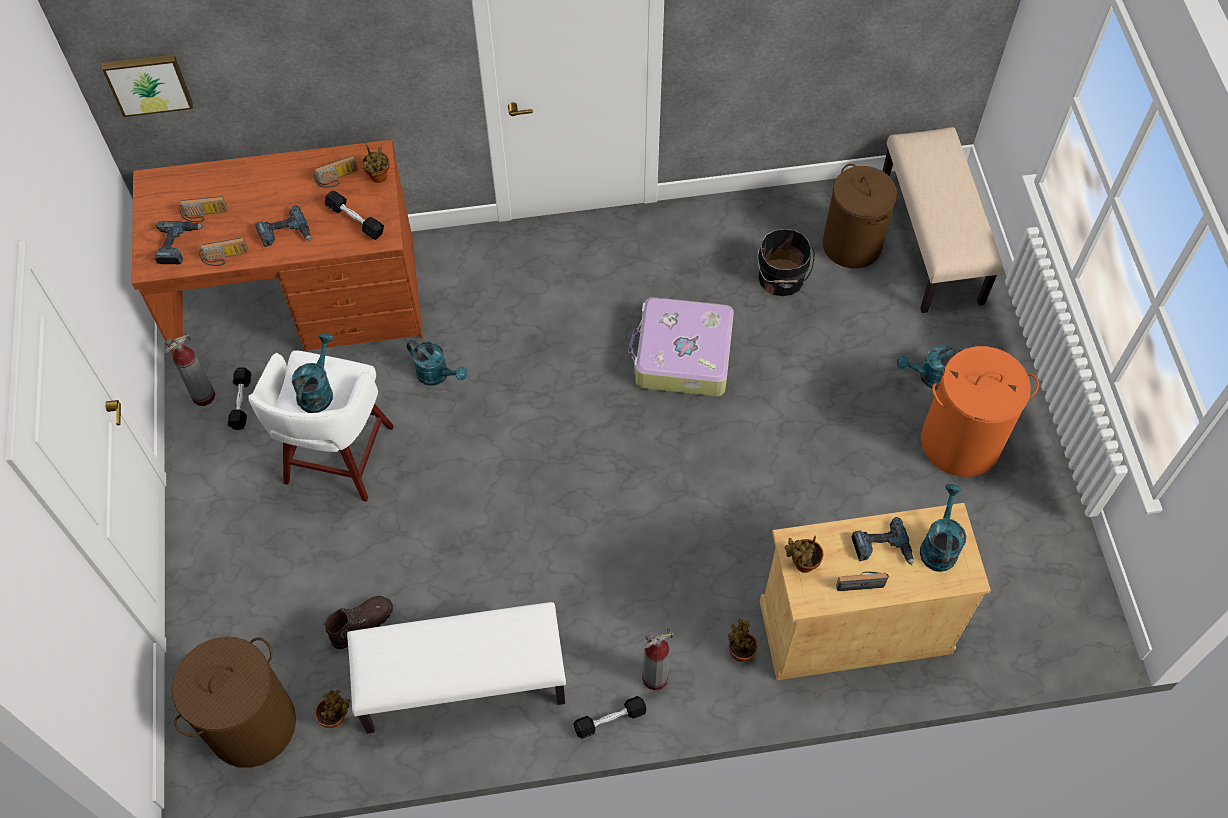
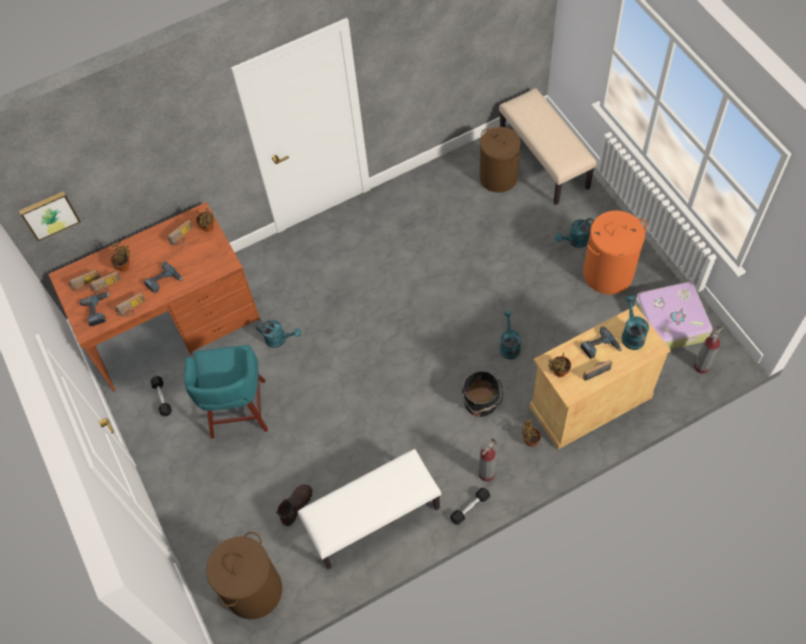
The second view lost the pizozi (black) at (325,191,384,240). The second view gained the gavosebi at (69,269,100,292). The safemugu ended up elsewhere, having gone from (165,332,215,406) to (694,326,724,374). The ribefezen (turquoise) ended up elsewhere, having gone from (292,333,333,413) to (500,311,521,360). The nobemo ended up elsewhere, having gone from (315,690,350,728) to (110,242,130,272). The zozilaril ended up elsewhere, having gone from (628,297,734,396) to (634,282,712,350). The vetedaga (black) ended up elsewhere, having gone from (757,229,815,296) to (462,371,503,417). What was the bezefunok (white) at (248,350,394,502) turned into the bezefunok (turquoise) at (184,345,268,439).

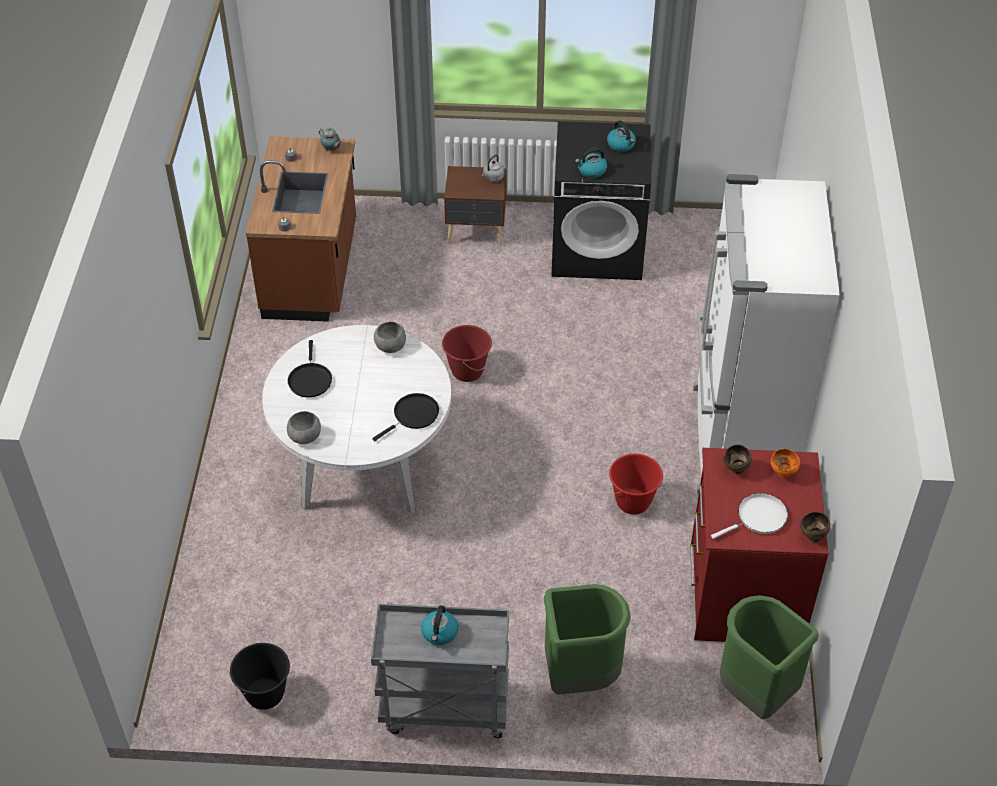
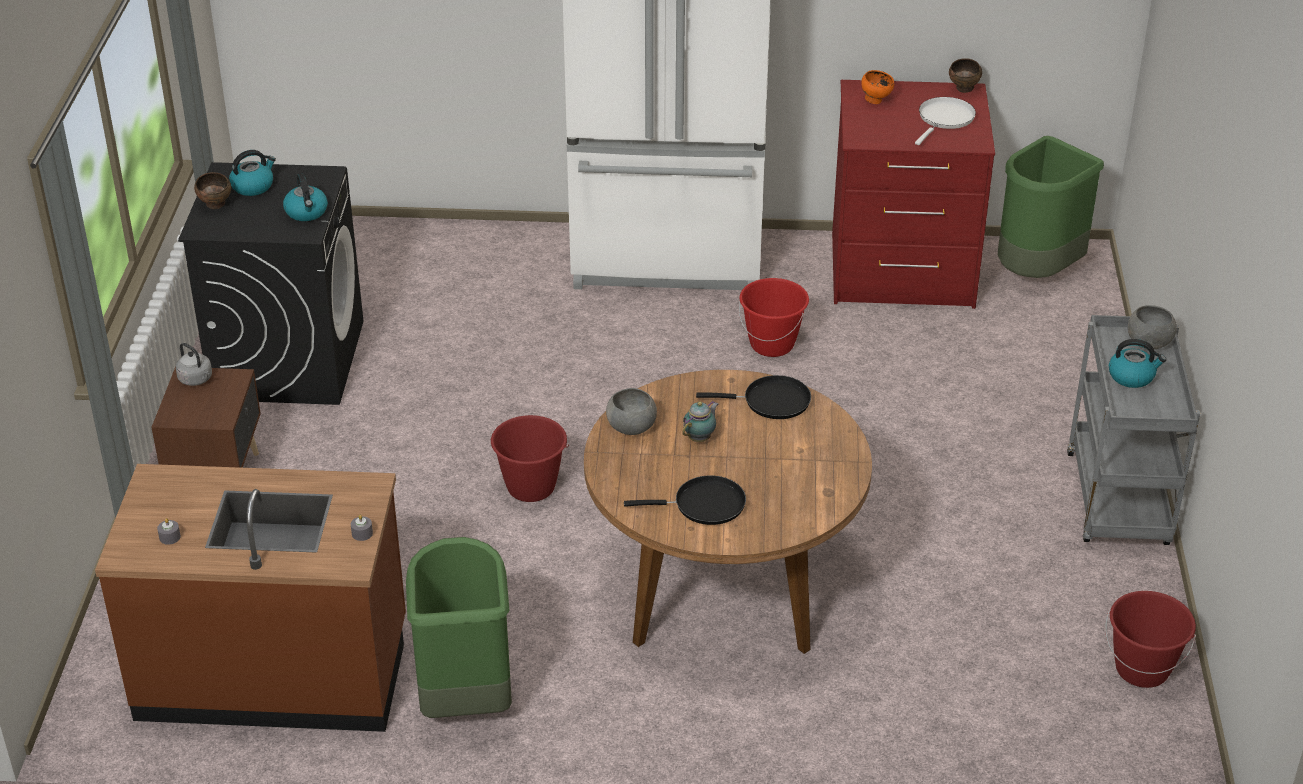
The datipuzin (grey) ended up elsewhere, having gone from (287,411,321,444) to (1128,305,1177,349). The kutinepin ended up elsewhere, having gone from (319,128,343,151) to (682,401,718,442). The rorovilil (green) ended up elsewhere, having gone from (544,584,631,695) to (406,537,512,718). The datipuzin (brown) ended up elsewhere, having gone from (723,445,752,474) to (194,172,231,209). What was the vetedaga (black) at (230,643,290,710) turned into the vetedaga (red) at (1105,591,1196,688). What was the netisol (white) at (262,325,451,514) turned into the netisol (brown) at (584,370,872,654). The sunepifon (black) at (372,393,439,441) ended up facing another way, 135 degrees clockwise from before. The sunepifon (white) at (711,493,788,539) ended up facing another way, 60 degrees clockwise from before.

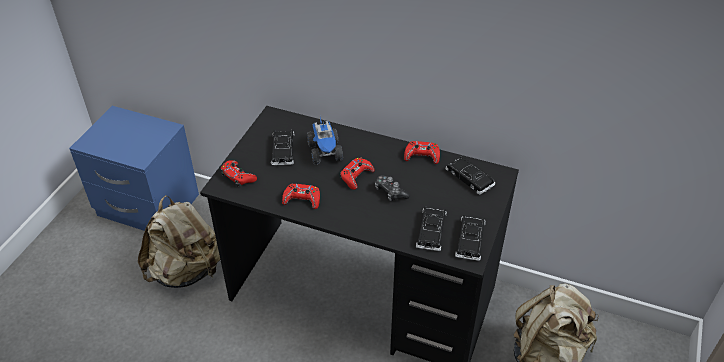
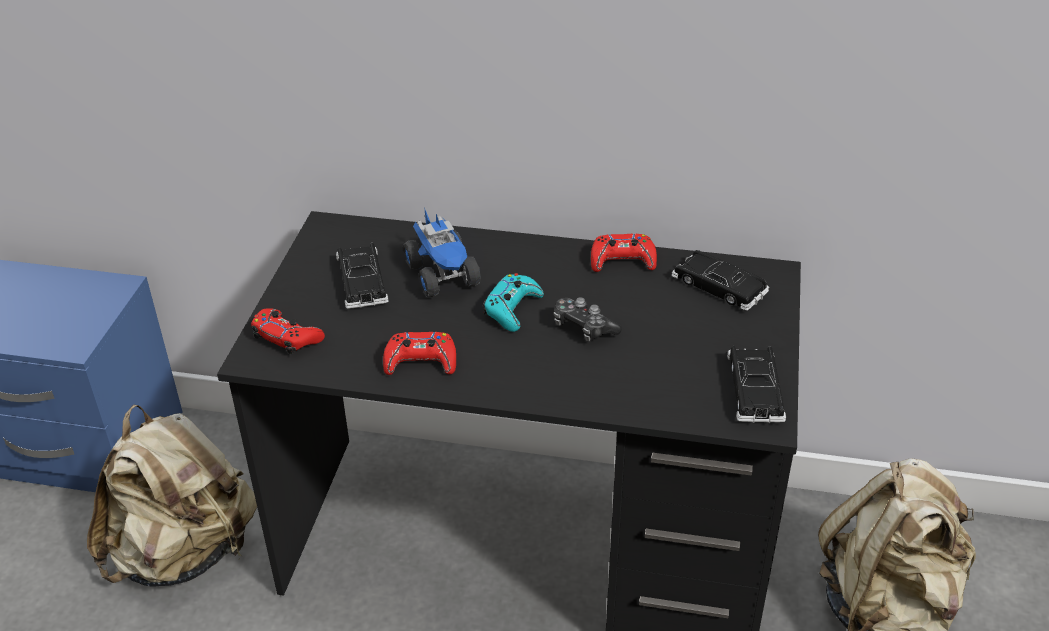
The second view lost the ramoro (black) at (416,206,447,251). What was the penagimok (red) at (340,158,375,190) turned into the penagimok (turquoise) at (483,273,544,332).

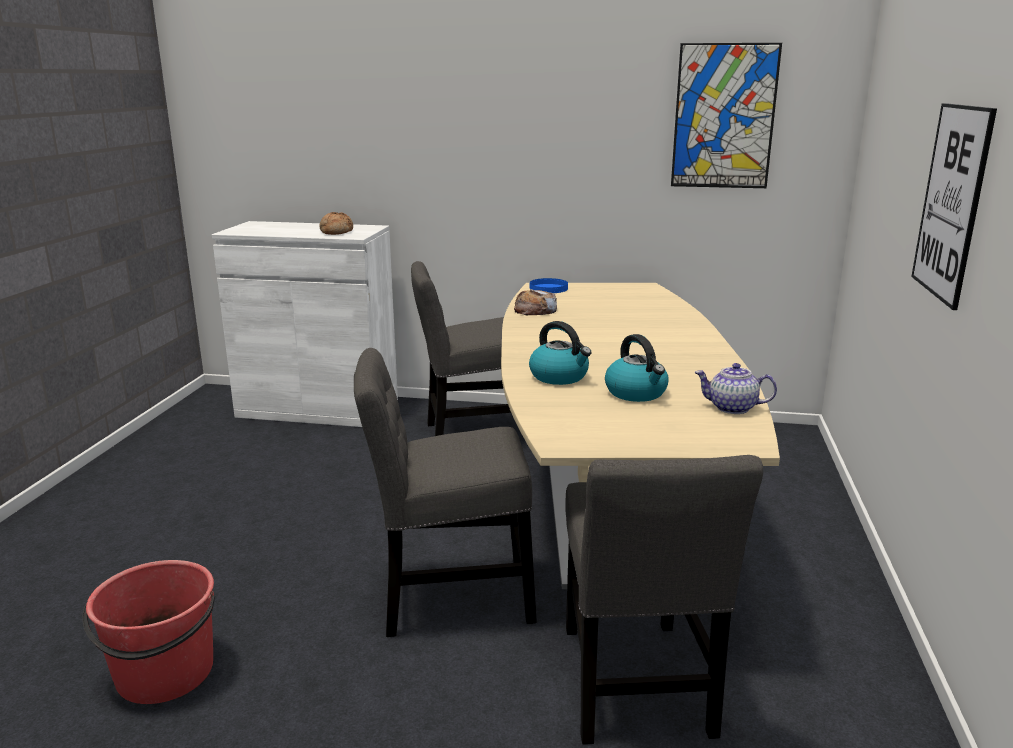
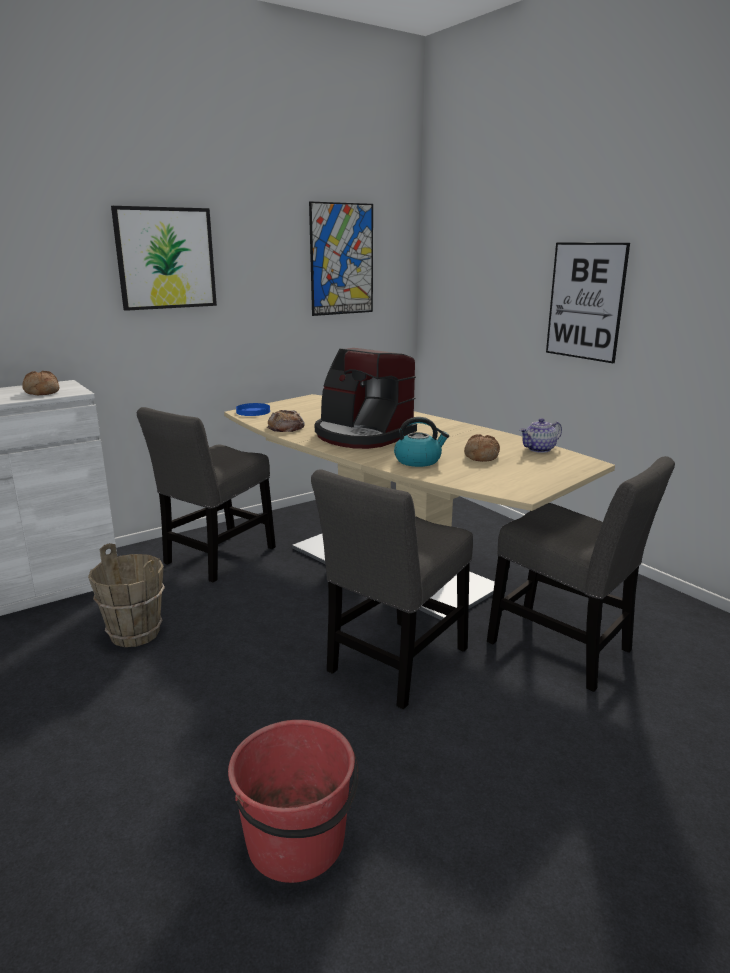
The second view gained the vetedaga (brown) at (88,543,165,647). The second view gained the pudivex at (111,206,217,311). The second view gained the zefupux at (315,348,417,449). Where the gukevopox stood at (605,334,668,402), the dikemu came to stand at (464,434,500,462).

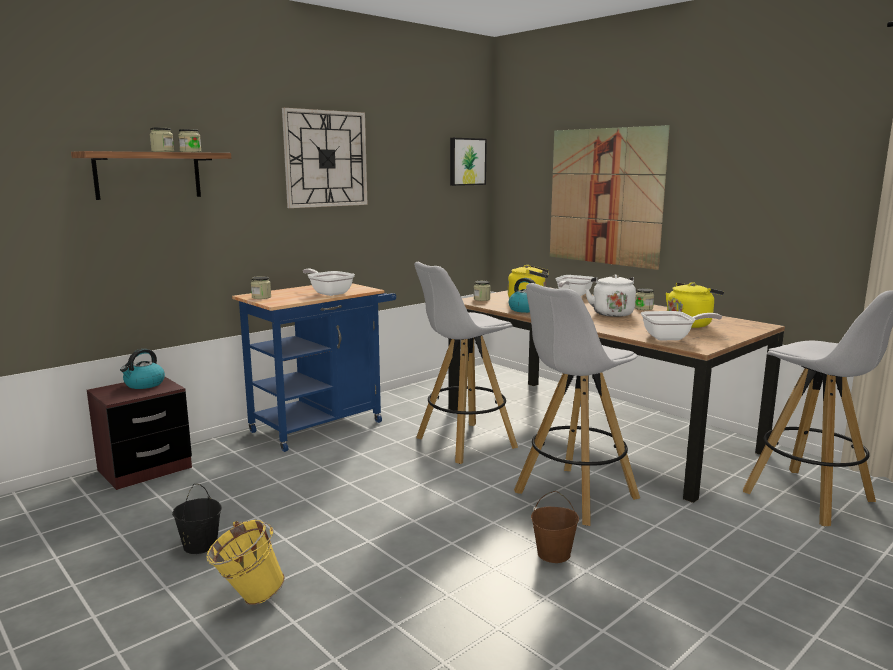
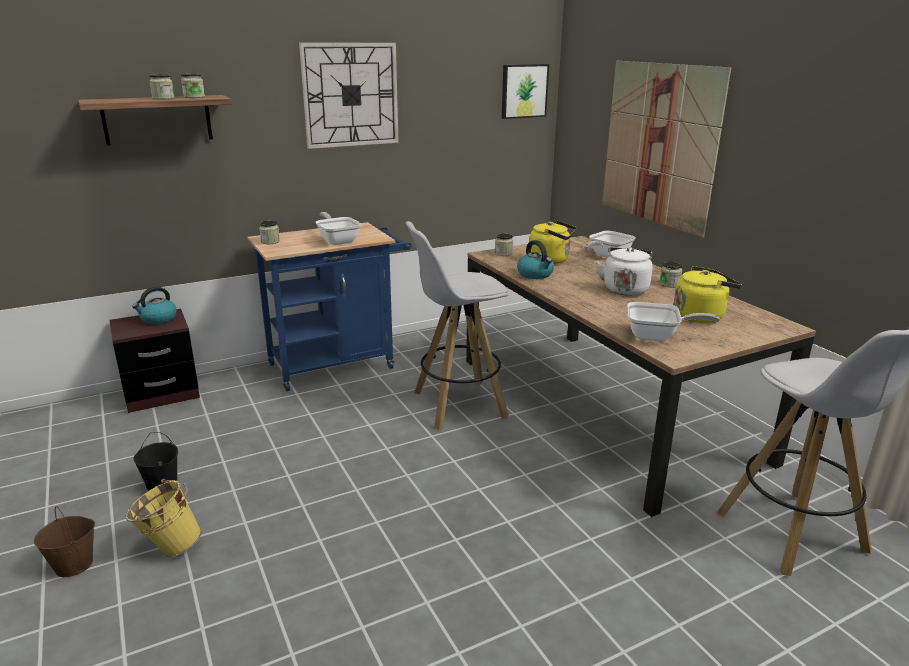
The second view lost the bezefunok (white) at (514,283,640,526). The vetedaga (brown) ended up elsewhere, having gone from (531,491,579,563) to (34,506,95,577).

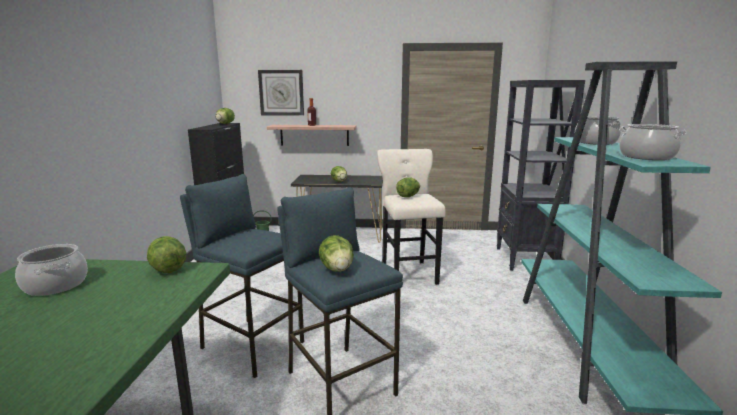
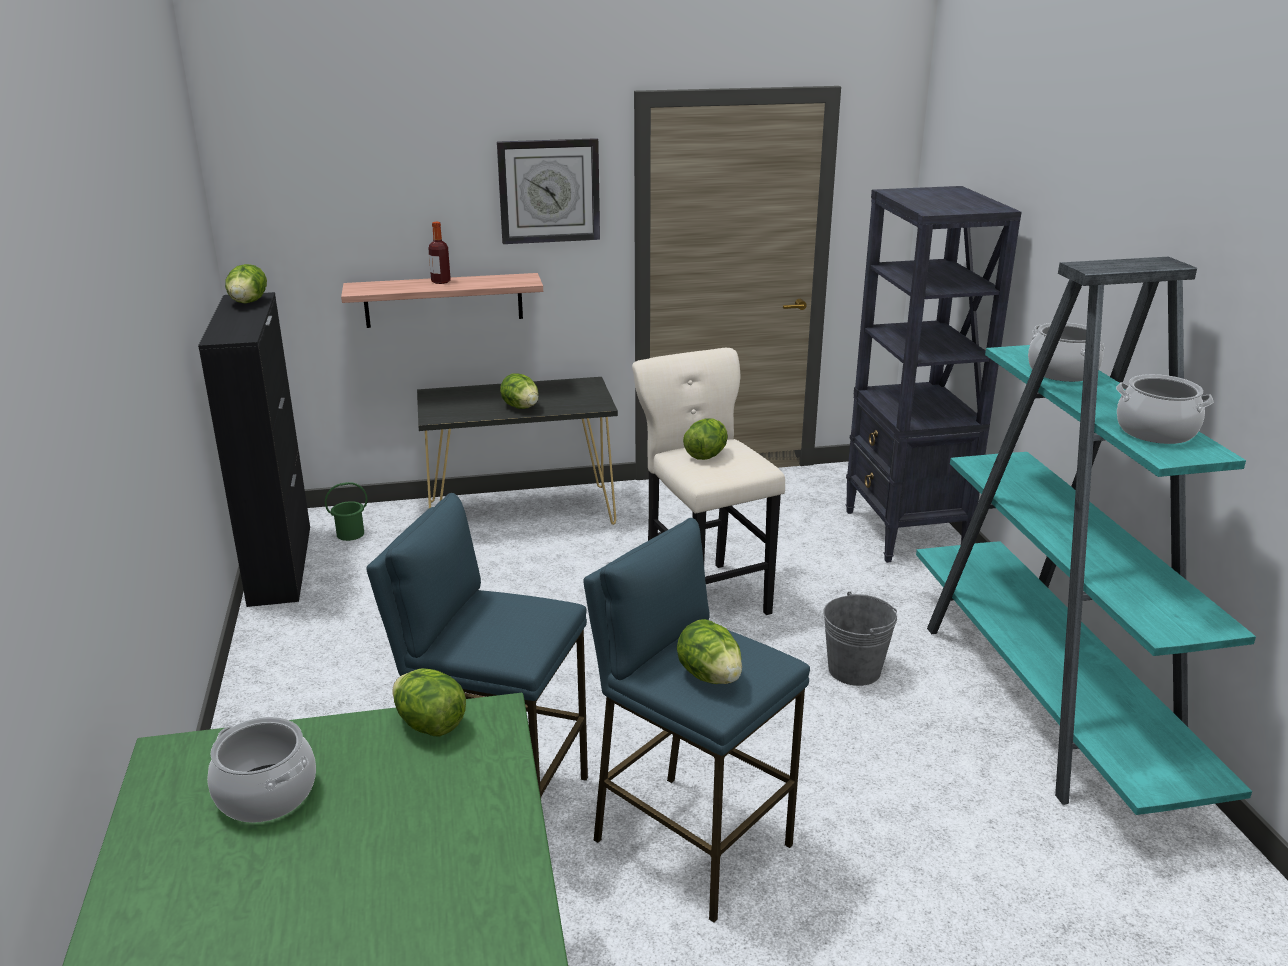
The second view gained the vetedaga (grey) at (823,592,897,686). The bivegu ended up elsewhere, having gone from (258,70,304,116) to (497,138,600,244).

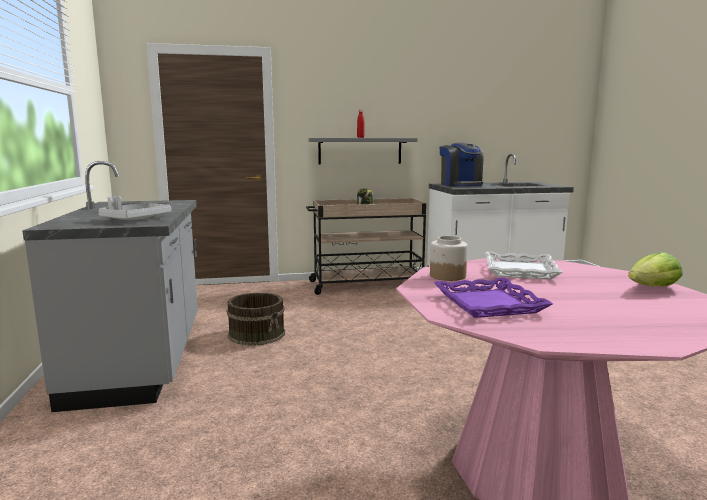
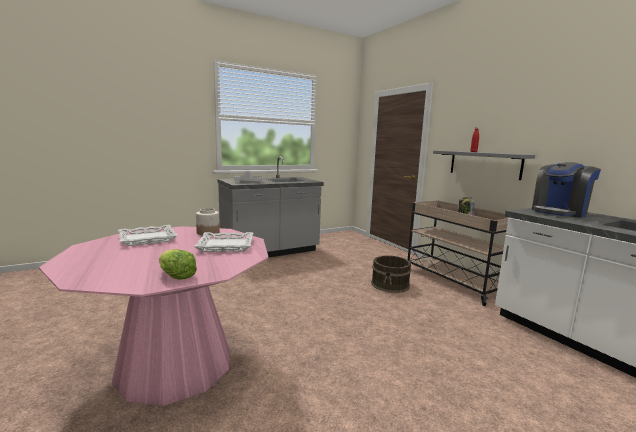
The vetedaga (brown) ended up elsewhere, having gone from (226,292,285,346) to (371,255,412,293). What was the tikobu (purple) at (434,277,553,318) turned into the tikobu (white) at (118,225,178,246).

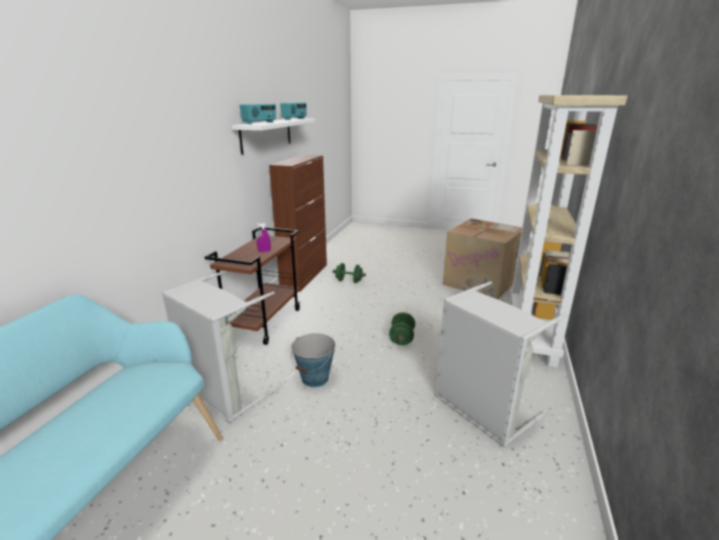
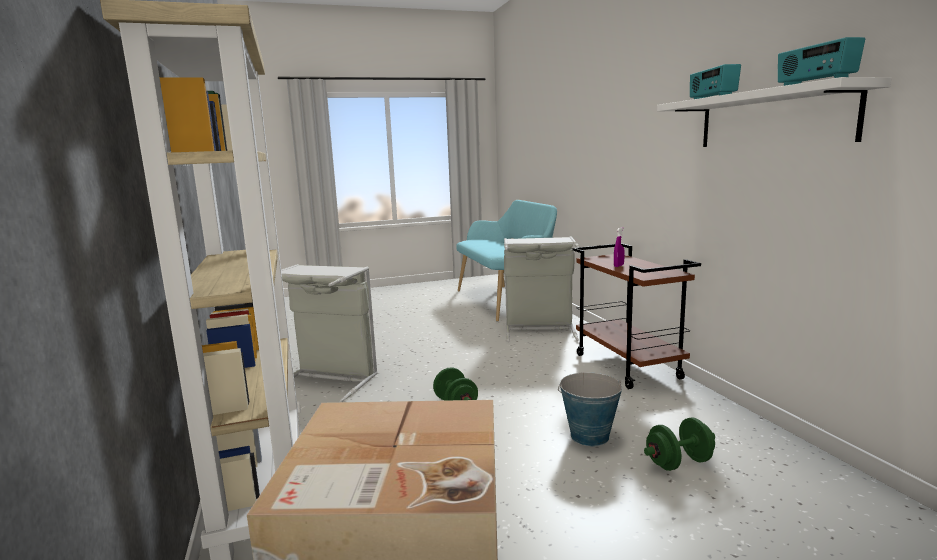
The second view lost the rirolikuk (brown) at (269,155,327,292). The vetedaga ended up elsewhere, having gone from (291,333,336,387) to (558,372,622,446).

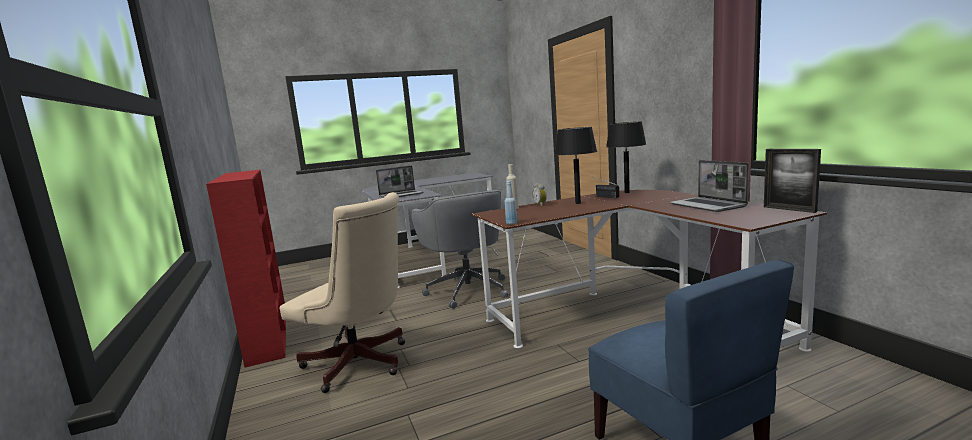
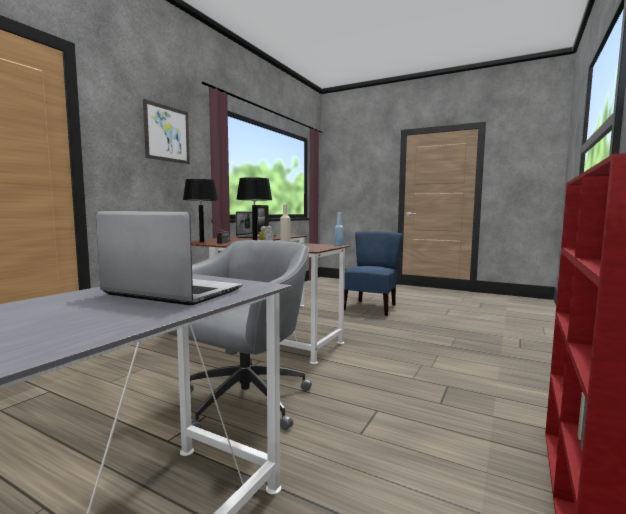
The second view lost the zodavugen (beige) at (280,192,405,393). The second view gained the pudivex at (143,99,190,164).

